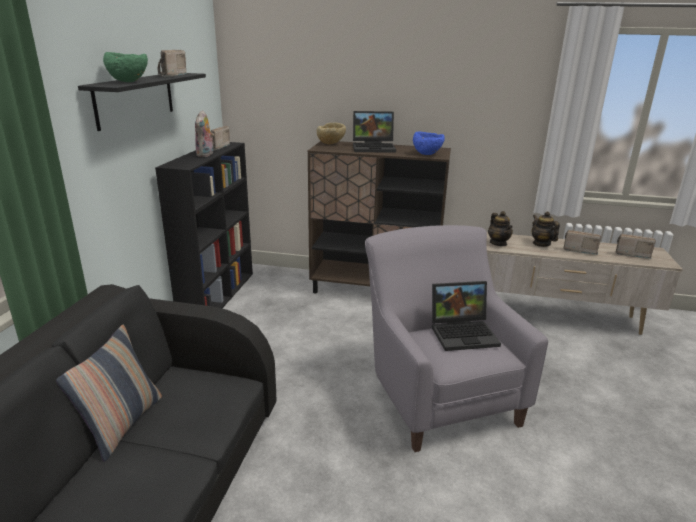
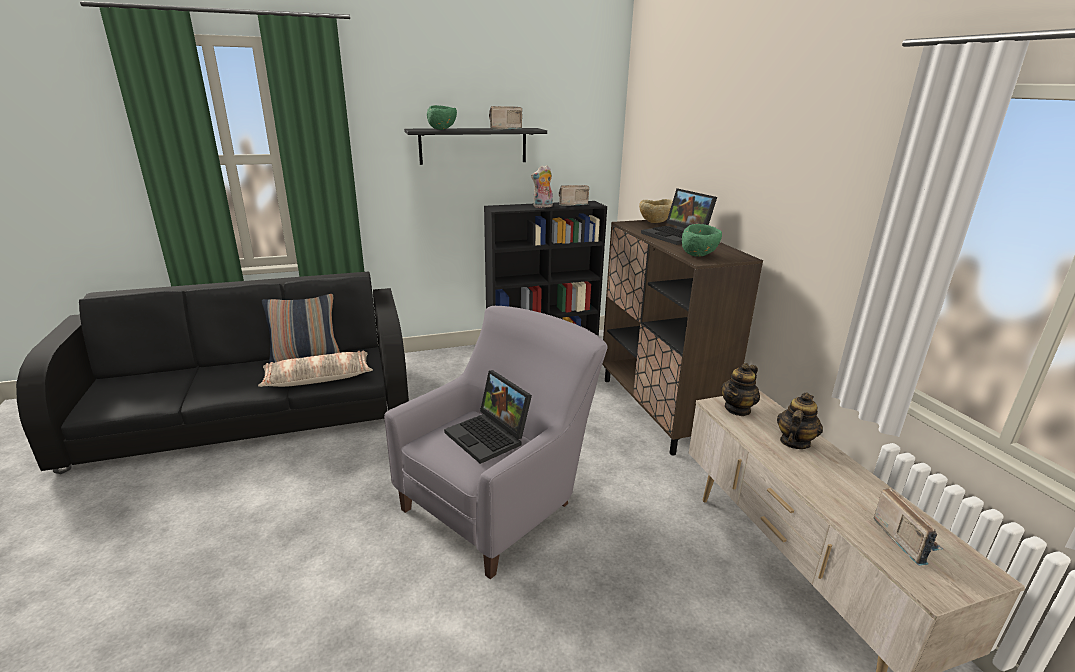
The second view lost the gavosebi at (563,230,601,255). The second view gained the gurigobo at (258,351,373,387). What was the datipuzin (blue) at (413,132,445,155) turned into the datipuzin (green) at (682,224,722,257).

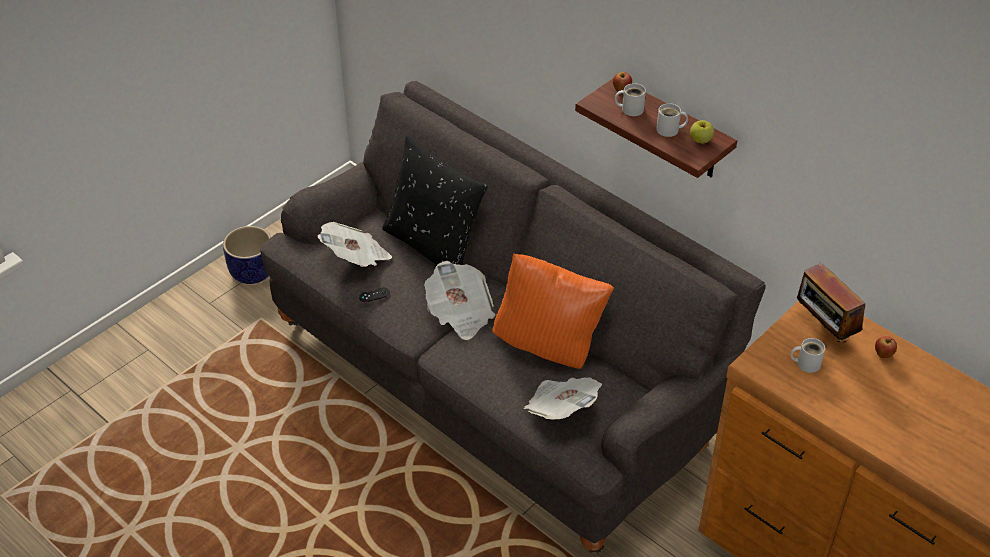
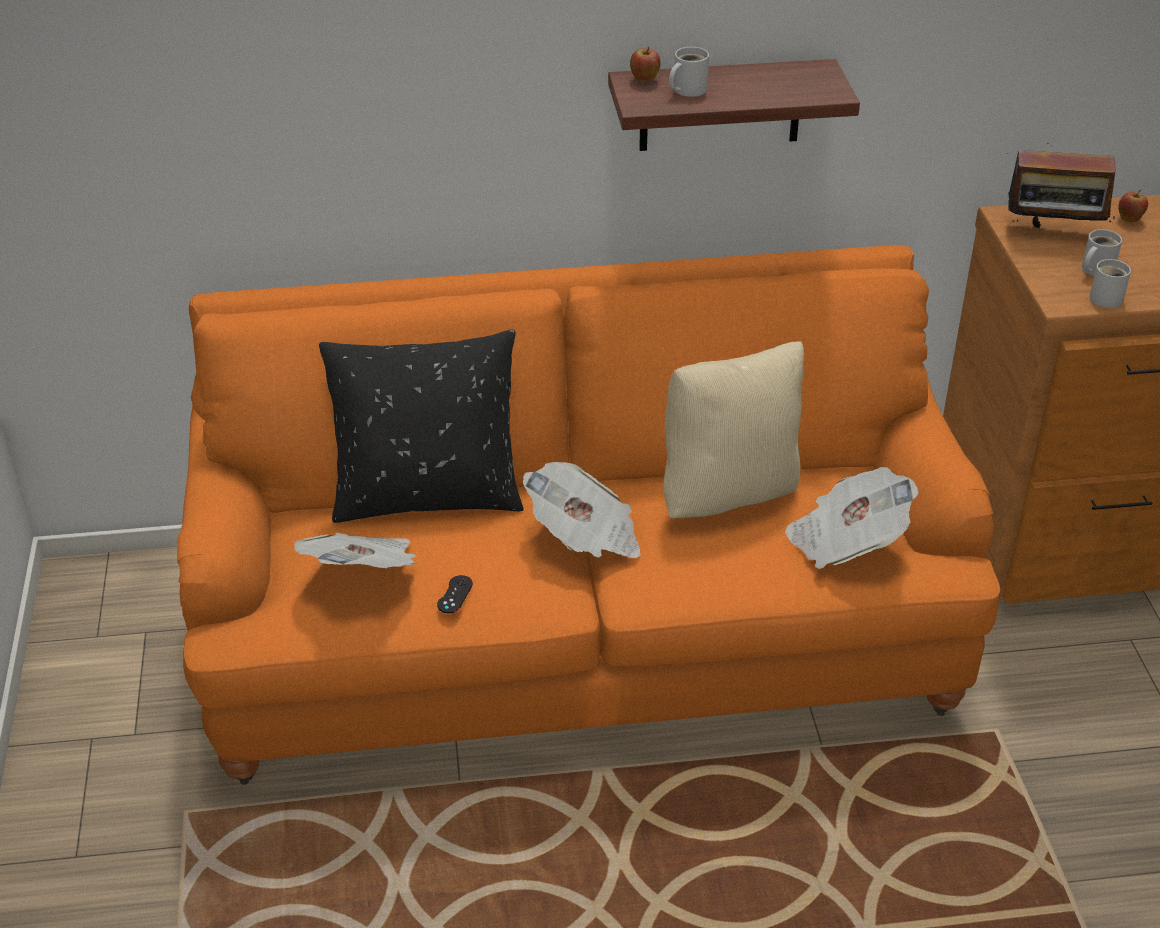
The second view lost the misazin at (223,226,271,284). The second view lost the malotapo at (690,120,714,144). The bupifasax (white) ended up elsewhere, having gone from (656,103,688,137) to (1089,259,1131,308). What was the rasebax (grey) at (260,81,766,553) turned into the rasebax (orange) at (177,245,1000,785). What was the gurigobo (orange) at (492,253,614,369) turned into the gurigobo (beige) at (663,341,804,519).

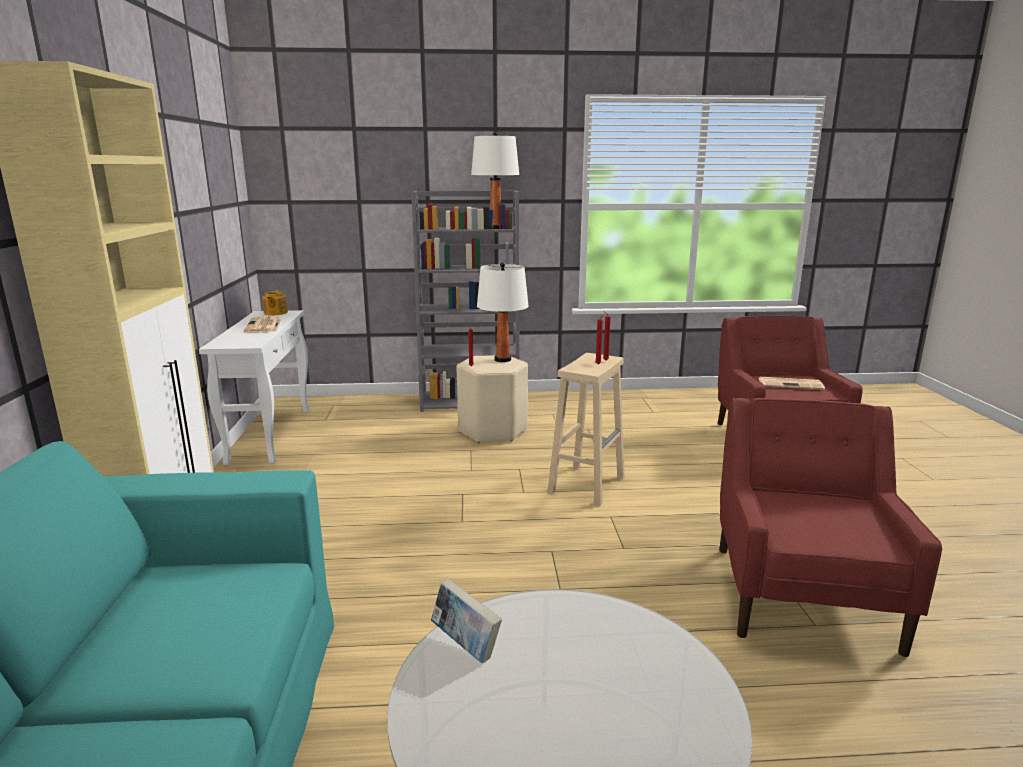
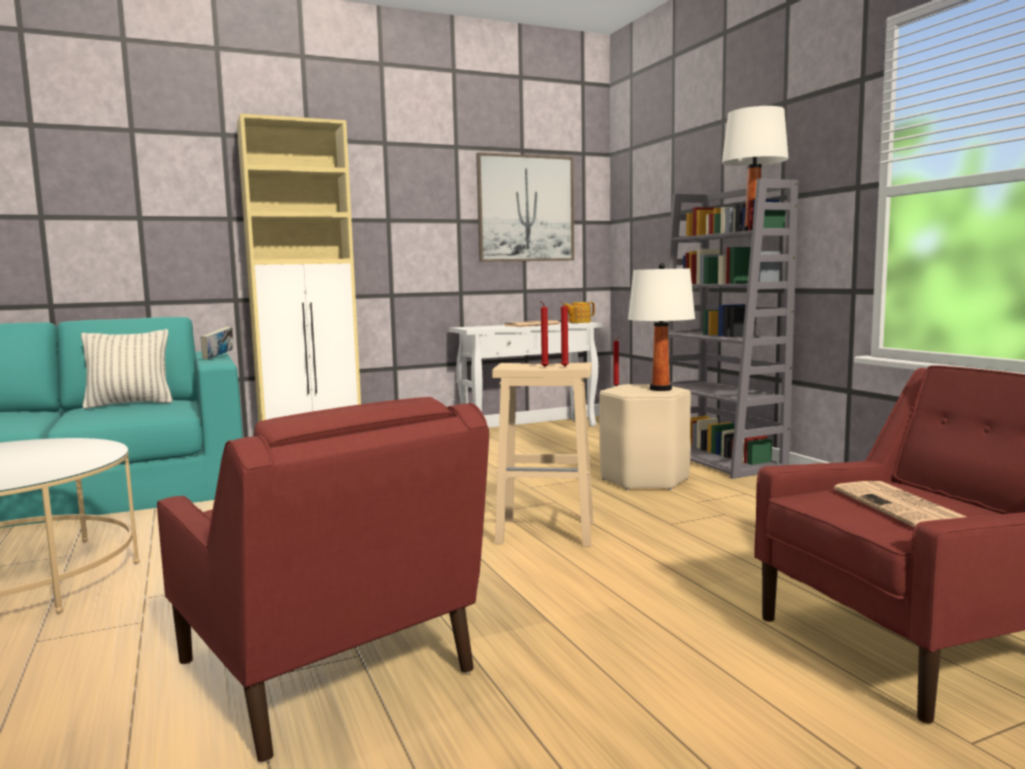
The second view gained the gurigobo at (81,329,173,409). The second view gained the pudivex at (476,152,574,262). The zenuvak ended up elsewhere, having gone from (431,579,502,663) to (200,326,233,360). The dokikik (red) at (719,398,942,657) ended up facing another way, 60 degrees clockwise from before.

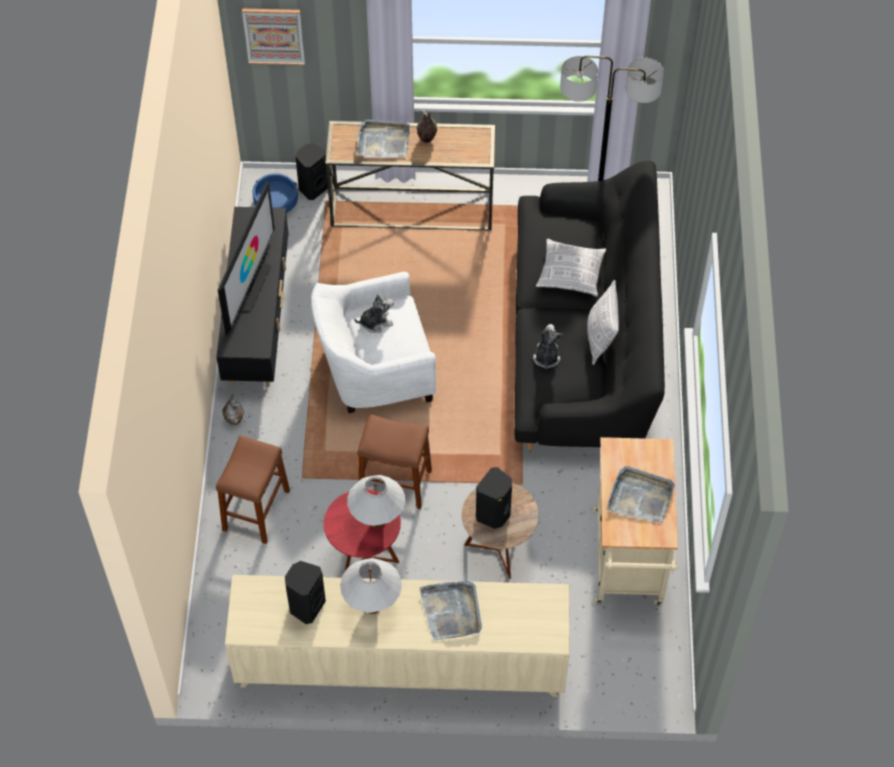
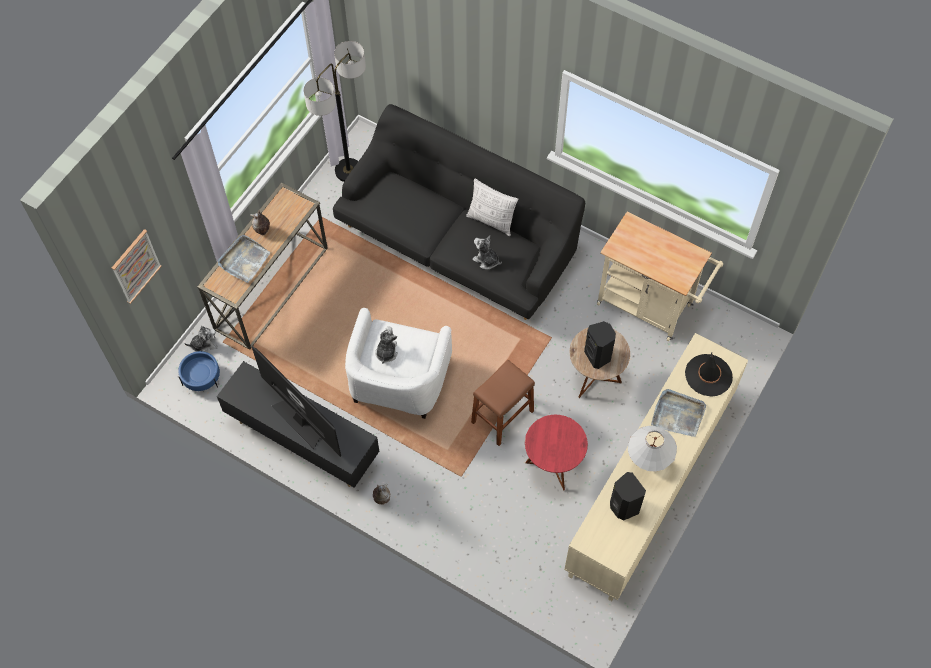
The second view lost the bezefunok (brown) at (216,436,290,544). The second view lost the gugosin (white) at (347,475,406,529). The second view lost the gurigobo at (536,239,606,297). The second view lost the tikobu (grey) at (607,466,675,523). The second view gained the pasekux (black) at (685,352,733,396). Where the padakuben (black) stood at (295,143,328,200), the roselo came to stand at (184,326,218,353).

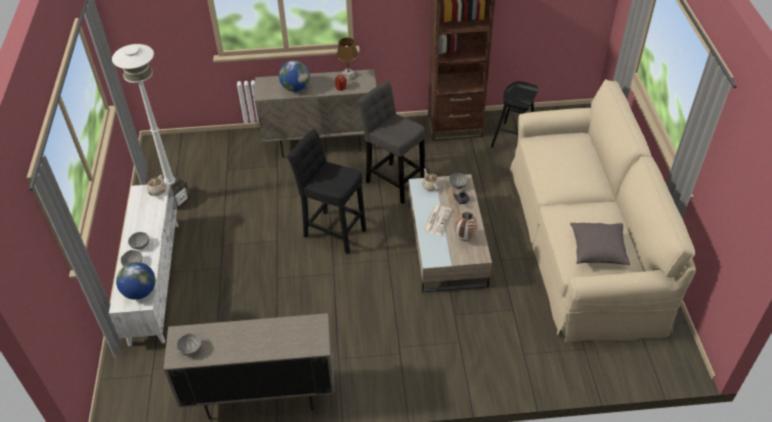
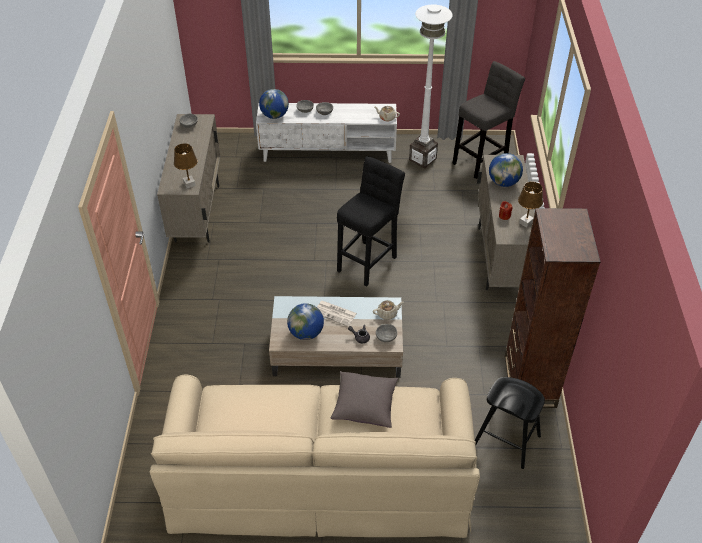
The second view gained the gugosin (brown) at (174,143,197,188). The bezefunok (grey) ended up elsewhere, having gone from (358,81,425,204) to (452,61,525,179). The gurigobo (grey) ended up elsewhere, having gone from (570,223,630,265) to (331,371,398,428). Where the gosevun stood at (455,212,477,241), the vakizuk came to stand at (287,303,324,340).

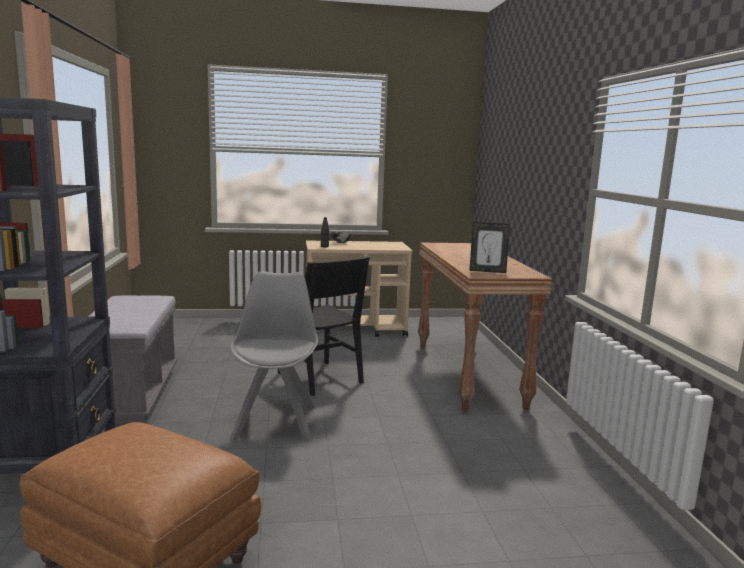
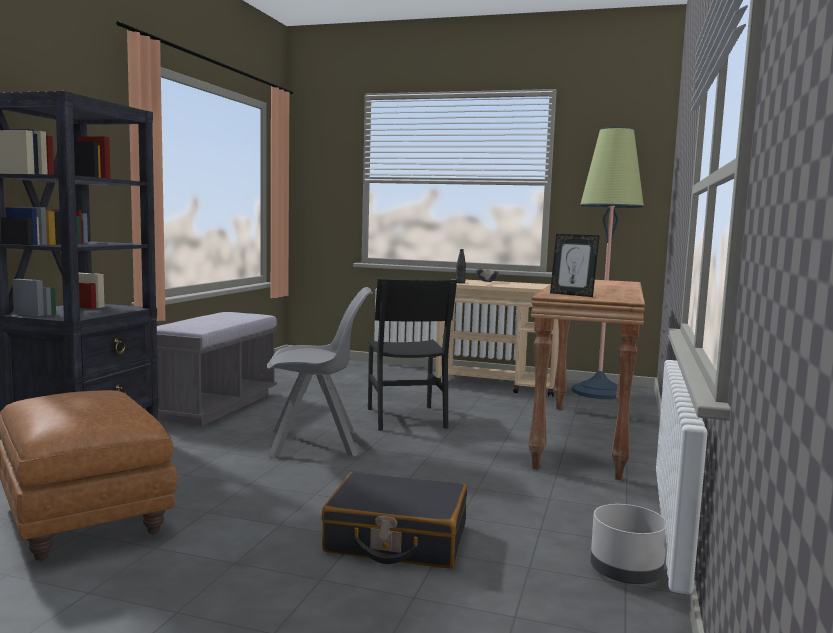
The second view gained the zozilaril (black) at (321,472,467,568). The second view gained the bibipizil at (572,127,644,399). The second view gained the misazin (grey) at (590,504,666,584). The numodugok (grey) at (230,271,318,441) ended up facing another way, 60 degrees clockwise from before.

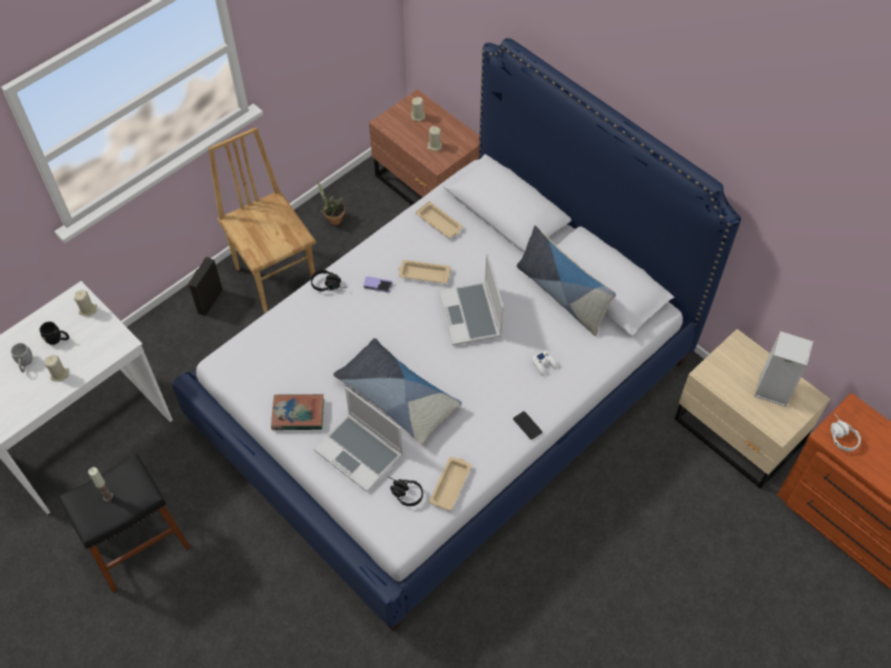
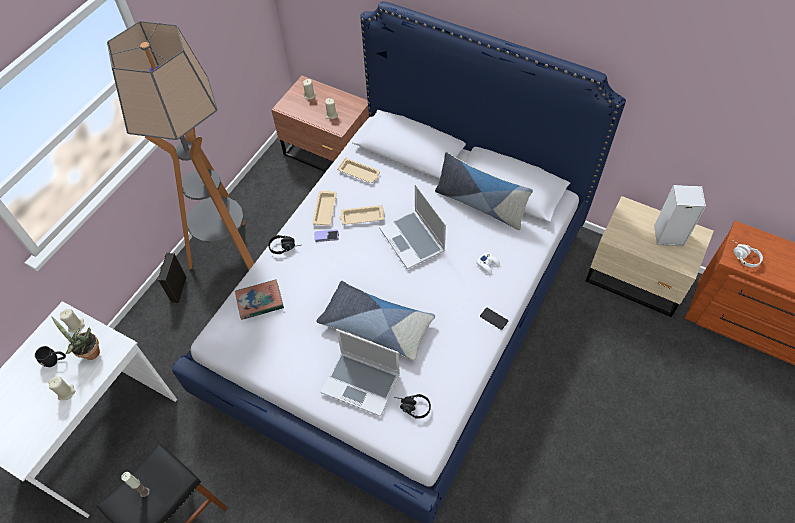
The second view lost the bupifasax (grey) at (11,343,33,373). The zenuvak ended up elsewhere, having gone from (271,394,324,430) to (235,279,284,320). The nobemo ended up elsewhere, having gone from (317,180,345,225) to (52,317,100,360). The tikobu (beige) ended up elsewhere, having gone from (429,457,472,511) to (312,190,337,225). Where the numodugok (brown) stood at (208,127,316,313), the bibipizil came to stand at (107,21,254,270).

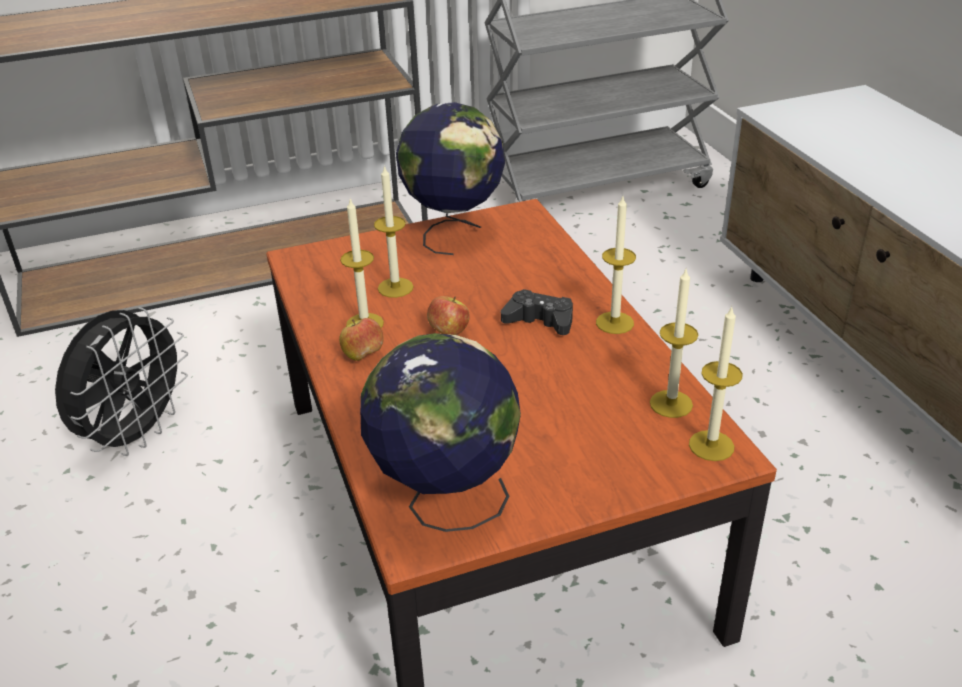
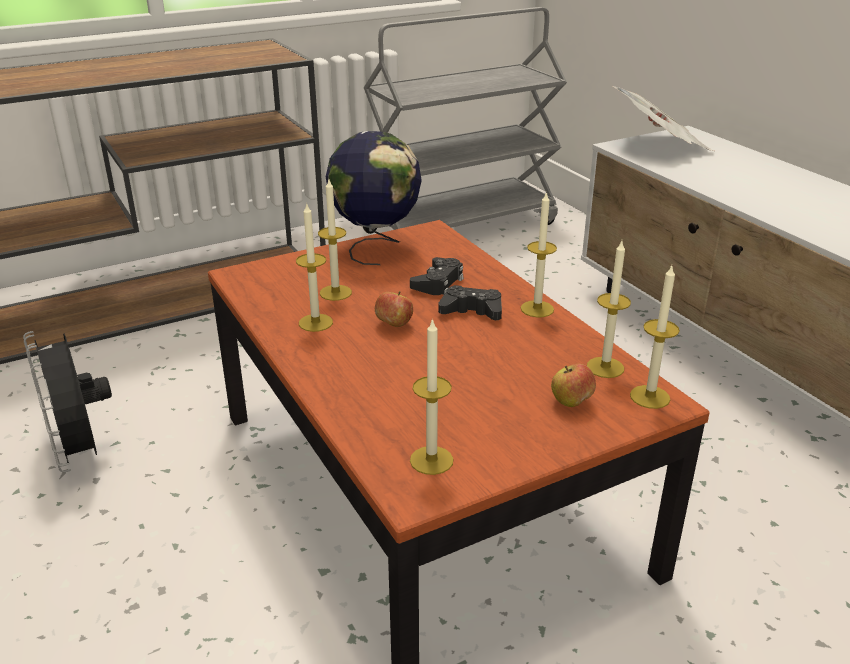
The second view gained the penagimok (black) at (410,257,464,295). The second view gained the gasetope at (612,86,714,151). The malotapo ended up elsewhere, having gone from (339,318,383,361) to (551,363,596,407). Where the vakizuk stood at (360,333,521,532), the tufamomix came to stand at (410,318,453,475). The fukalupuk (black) at (55,307,188,456) ended up facing another way, 135 degrees clockwise from before.

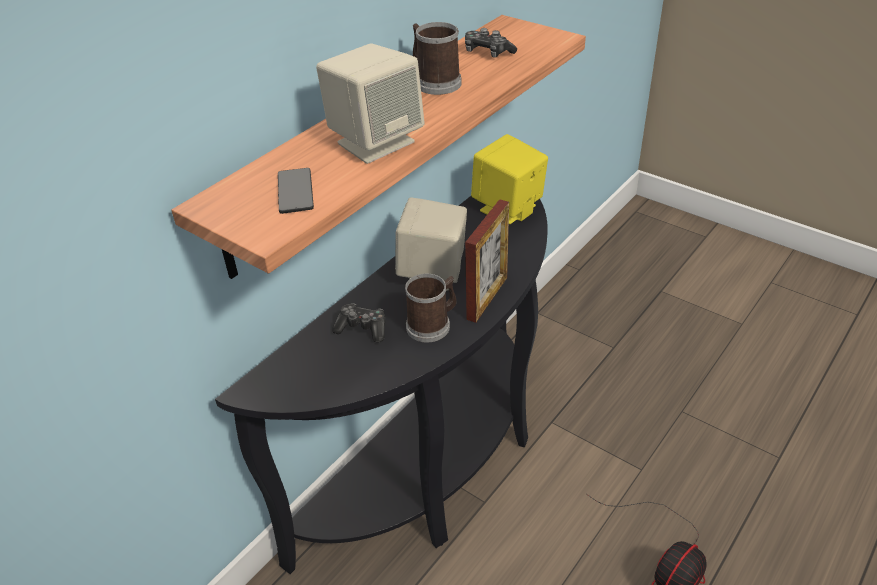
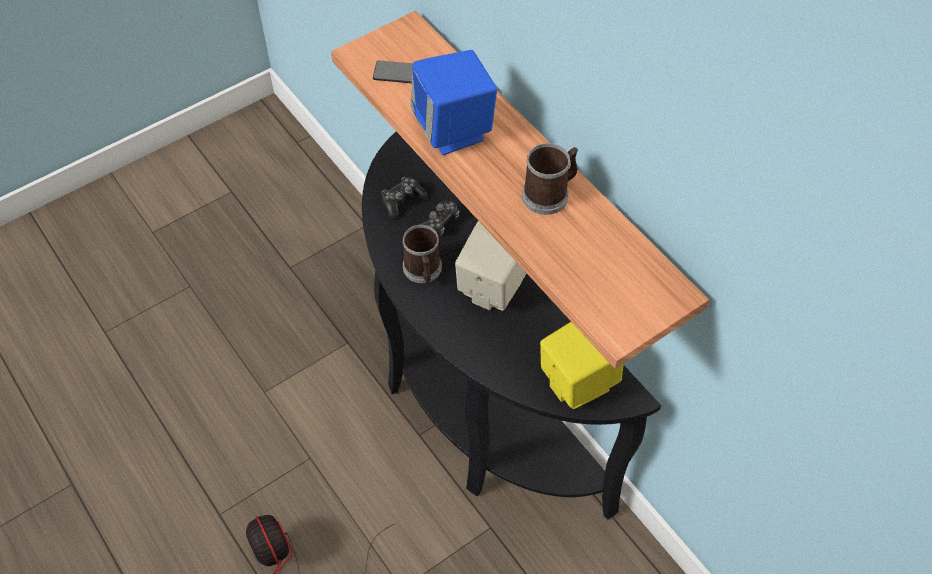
The second view lost the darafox at (465,199,509,323). The penagimok ended up elsewhere, having gone from (465,28,517,58) to (381,177,428,219). What was the padakuben (beige) at (316,44,425,164) turned into the padakuben (blue) at (411,50,497,155).

